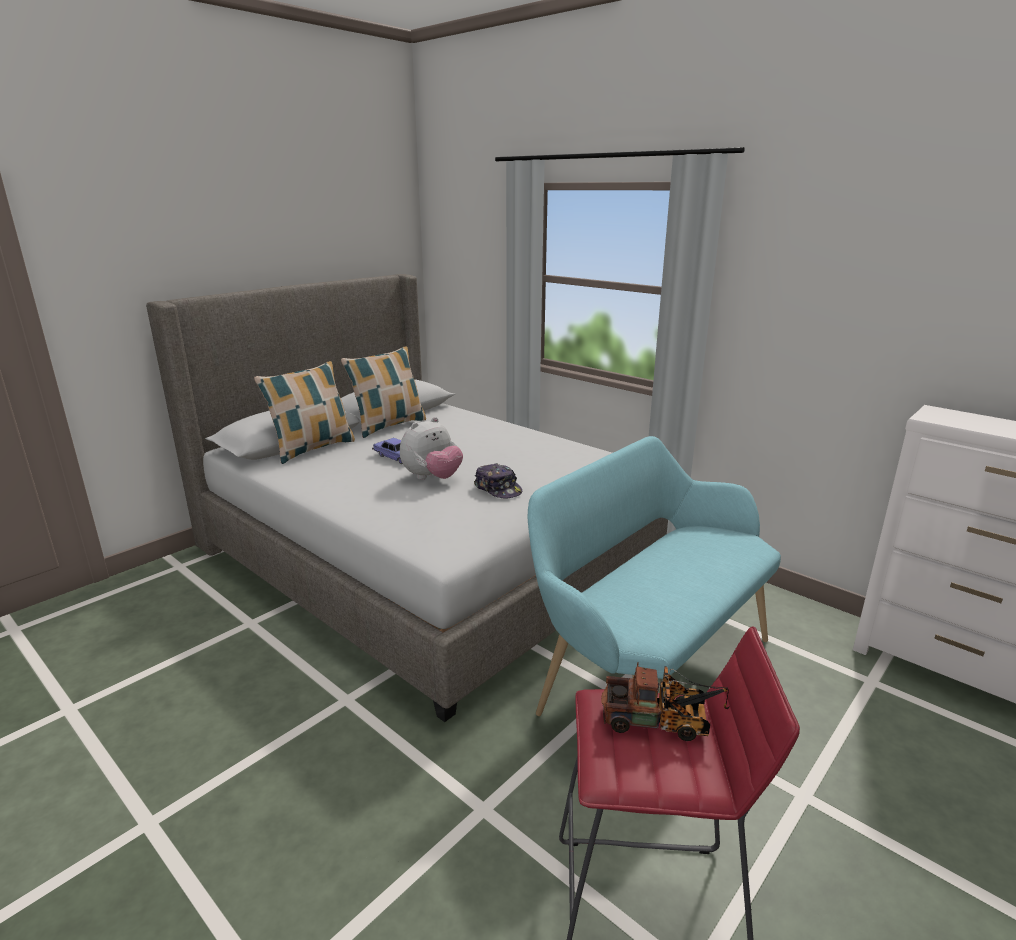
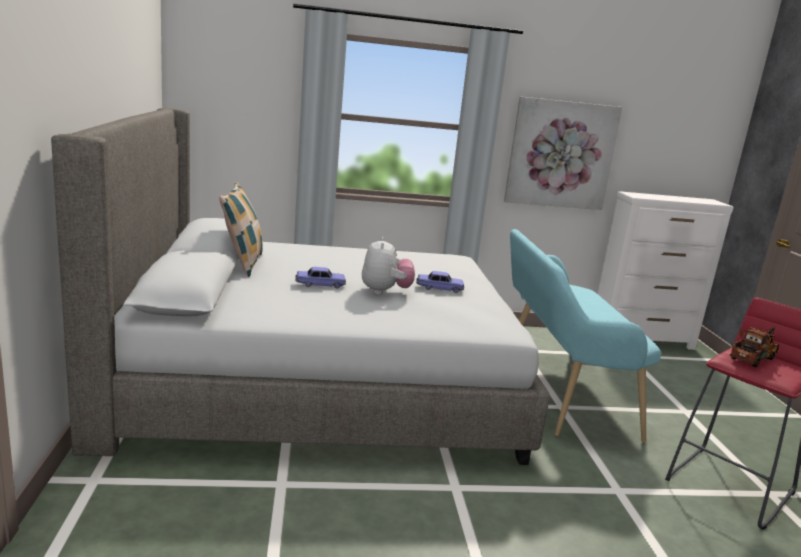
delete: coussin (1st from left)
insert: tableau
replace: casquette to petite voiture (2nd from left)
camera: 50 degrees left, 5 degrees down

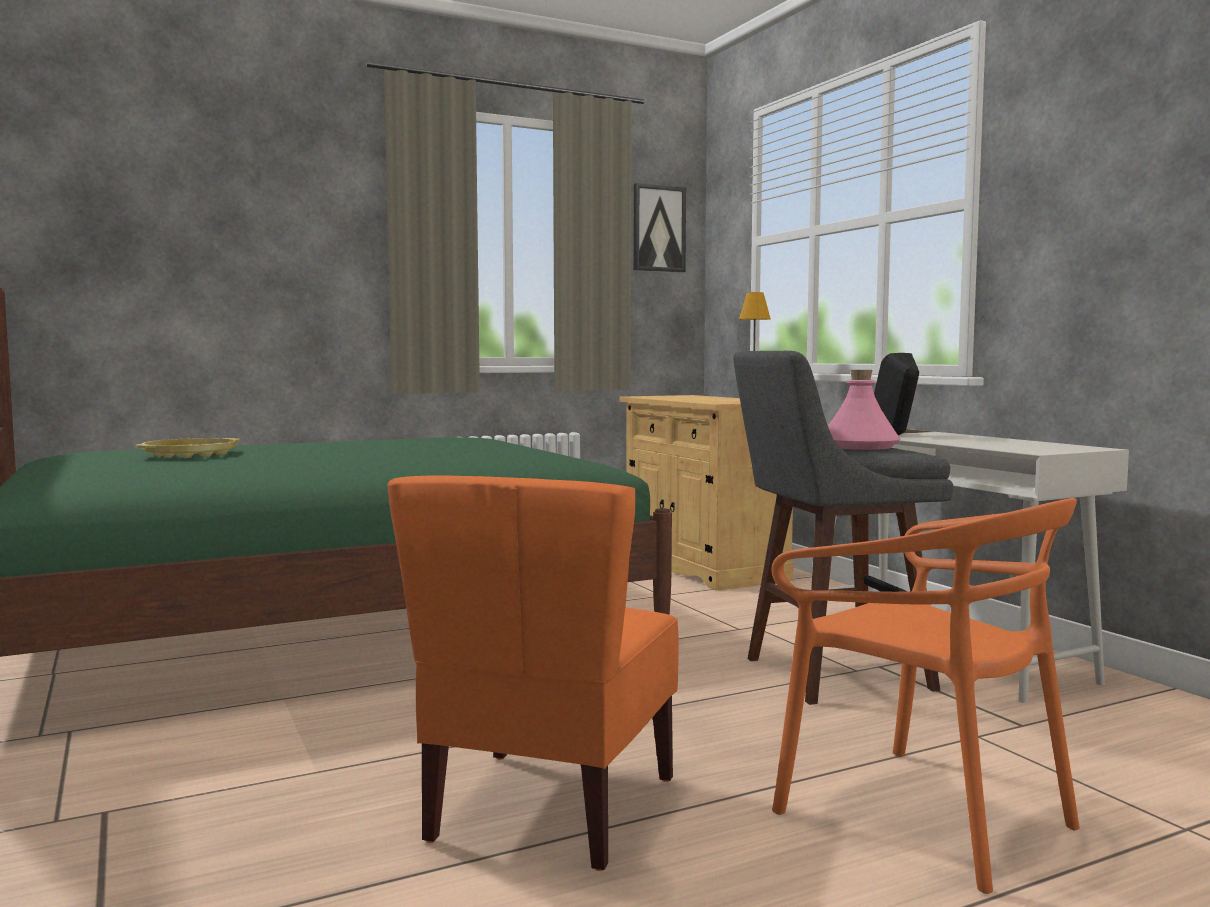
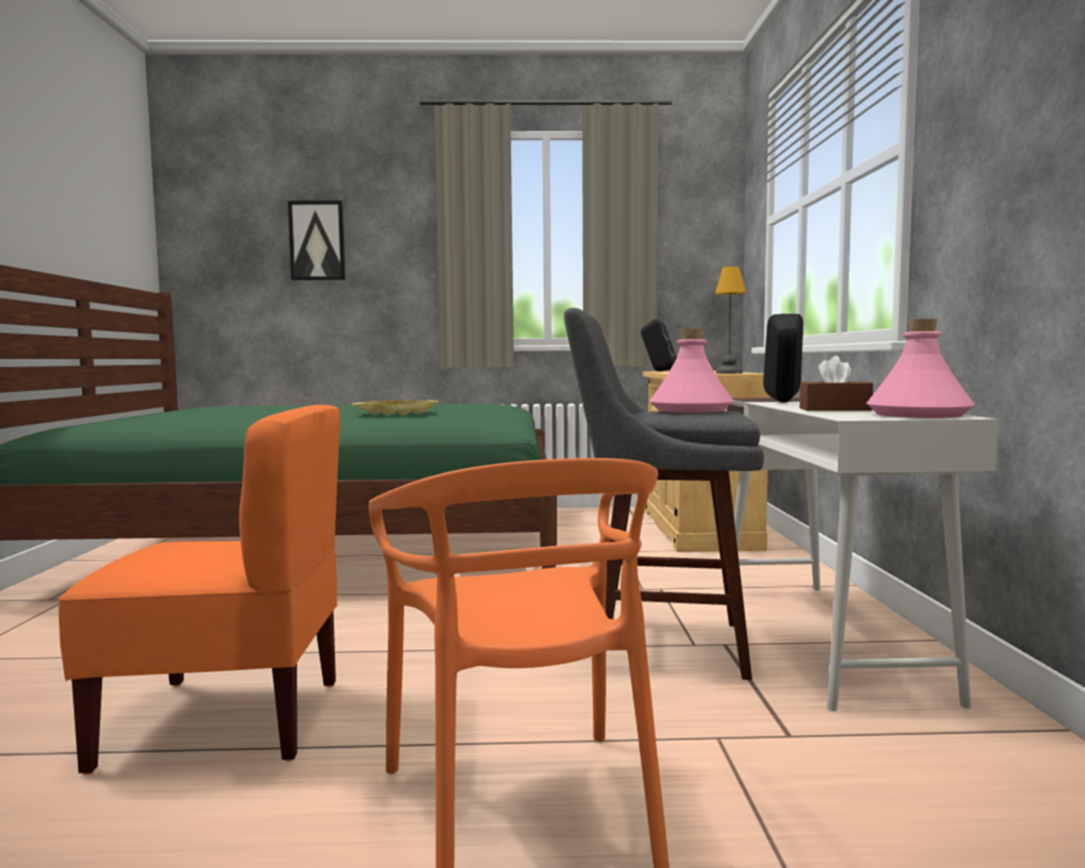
insert: enceinte (noir) (1st from left); boîte à mouchoirs (marron); bouteille (rose) (2nd from left)
move: tableau; plateau (jaune)
rotate: chaise (orange) (1st from left) 135 degrees counterclockwise
camera: 25 degrees right, 0 degrees up

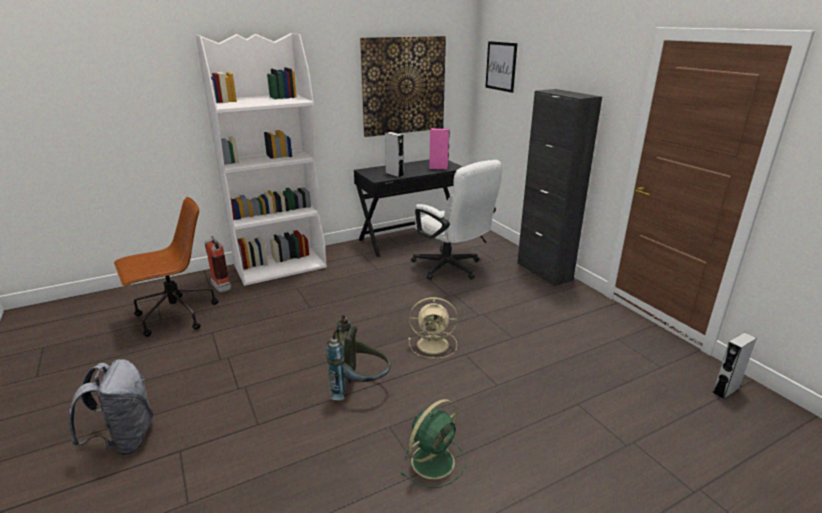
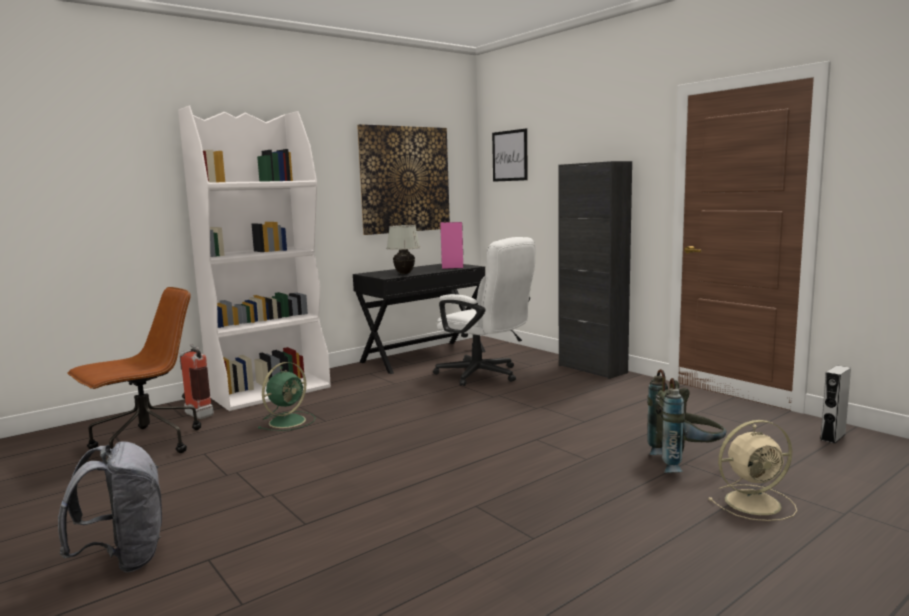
move: ventilateur (vert); sac à dos (gris) (2nd from left); ventilateur (beige)
replace: enceinte (gris) (1st from left) to lampe de table (blanc)
camera: 10 degrees left, 15 degrees down

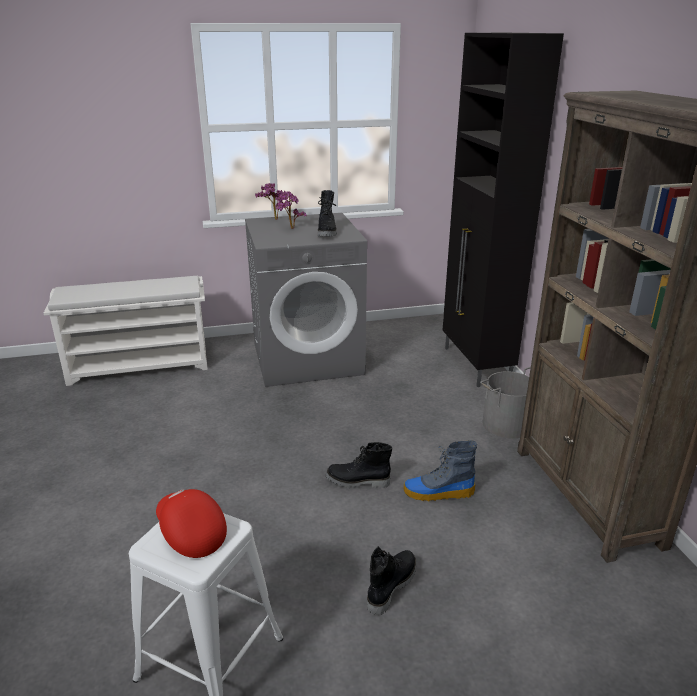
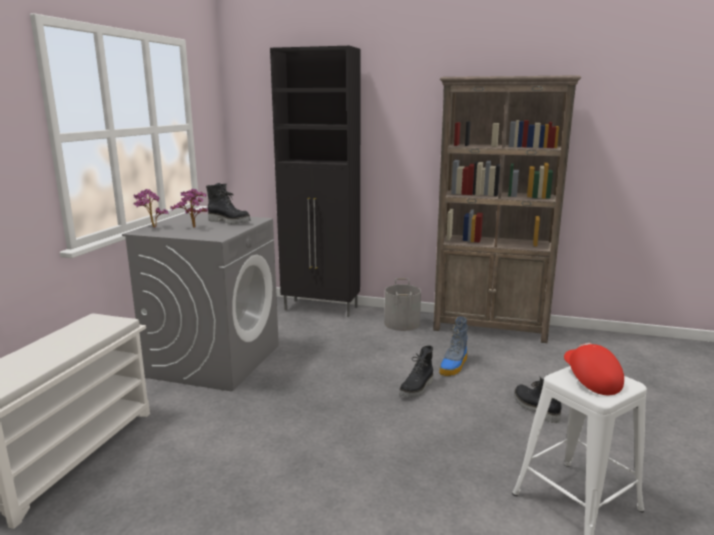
rotate: casquette (rouge) 90 degrees clockwise
camera: 60 degrees left, 10 degrees down

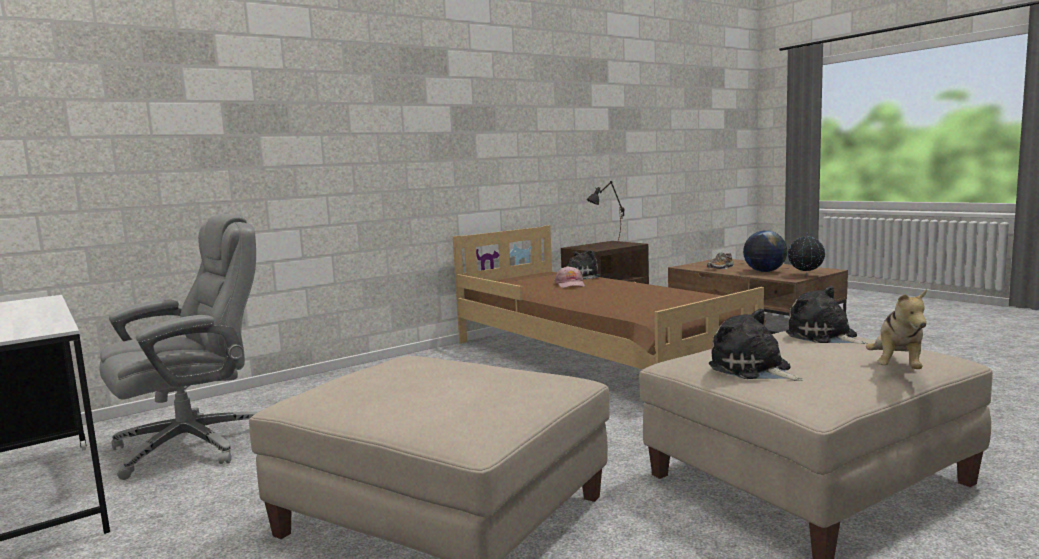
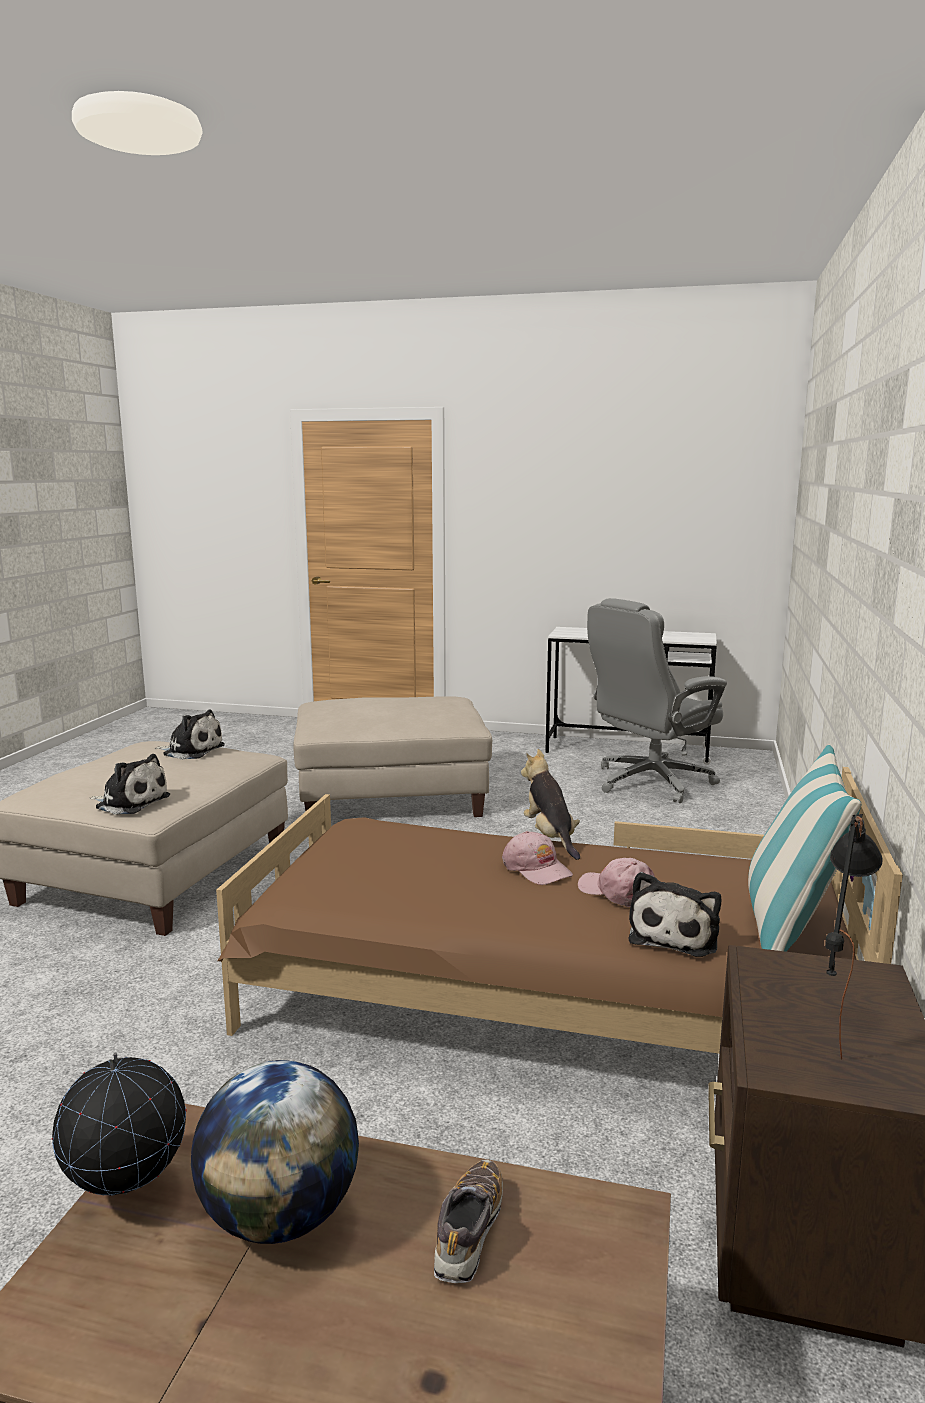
insert: casquette (rose) (1st from left); coussin
move: peluche (4th from left in the first image) to peluche (3rd from left)
rotate: chaise de bureau (gris) 45 degrees clockwise
camera: 140 degrees right, 5 degrees up

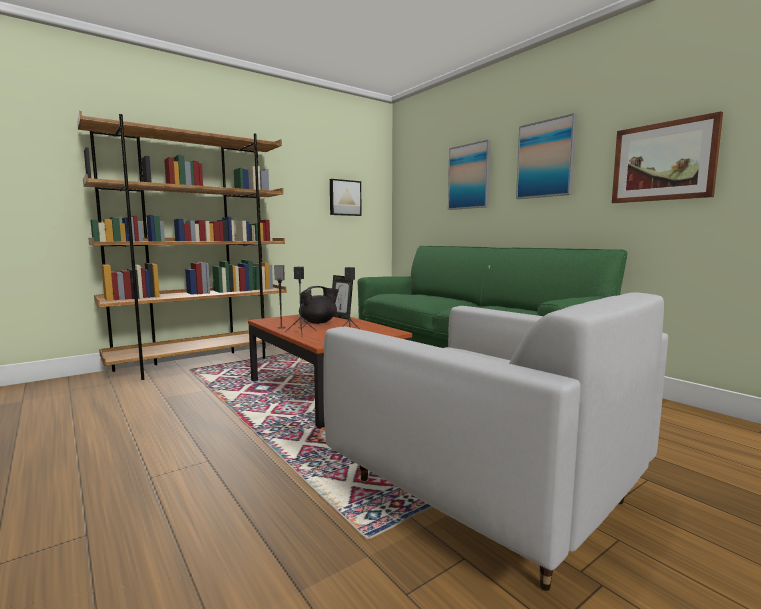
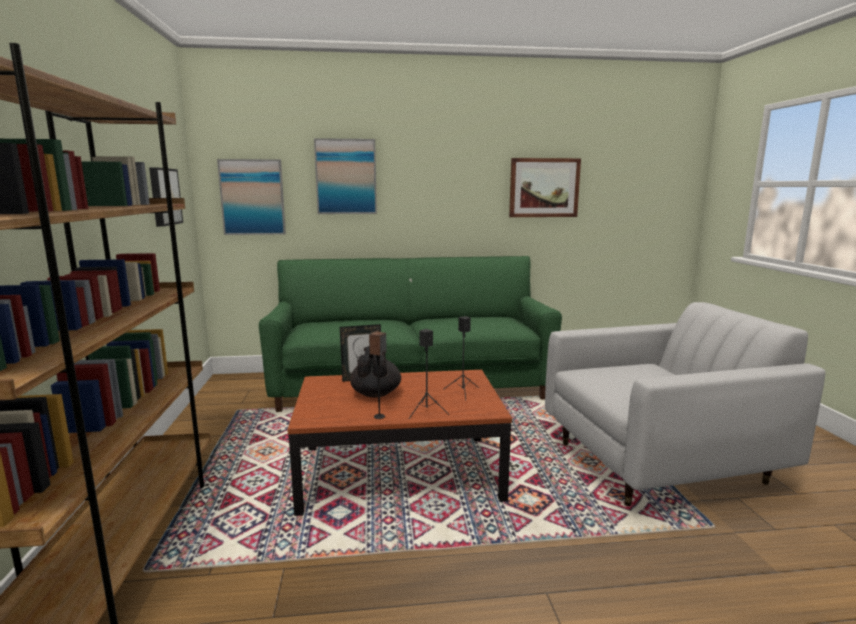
move: tableau (3rd from left in the first image) to tableau (2nd from left)
camera: 60 degrees left, 5 degrees up

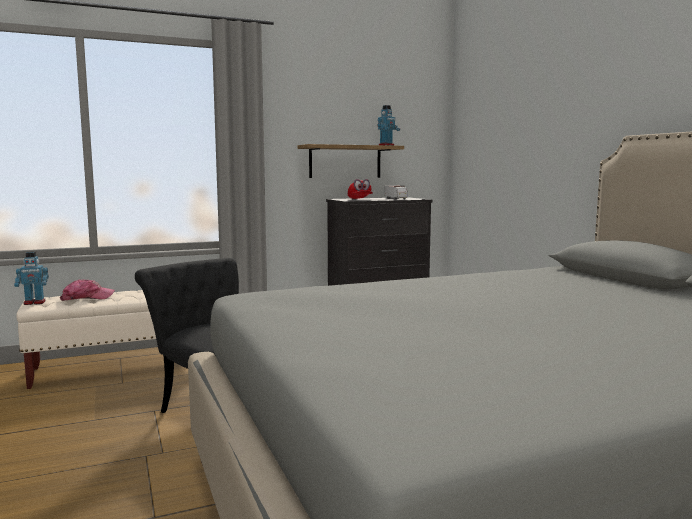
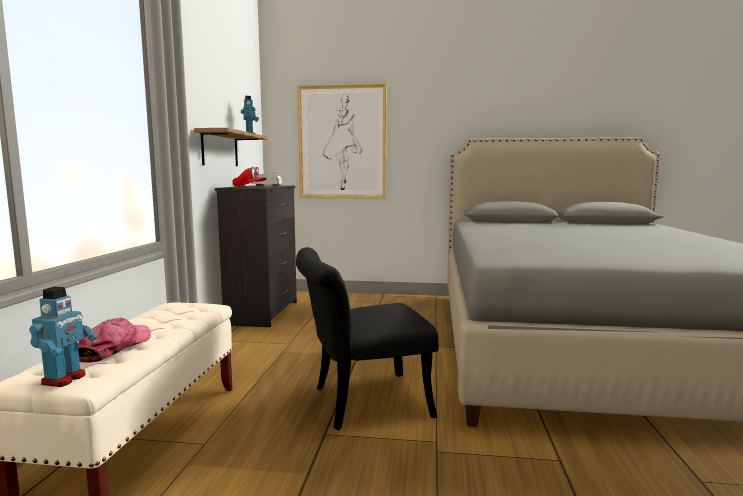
insert: tableau
camera: 60 degrees left, 0 degrees up

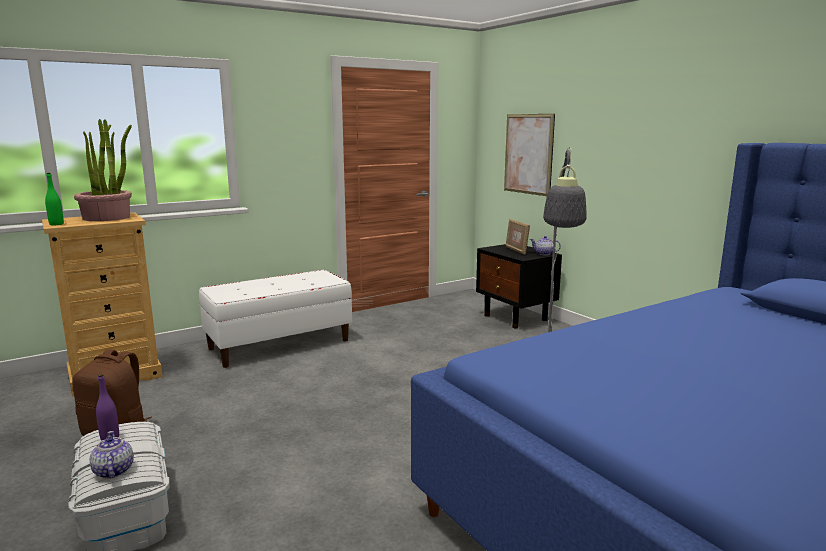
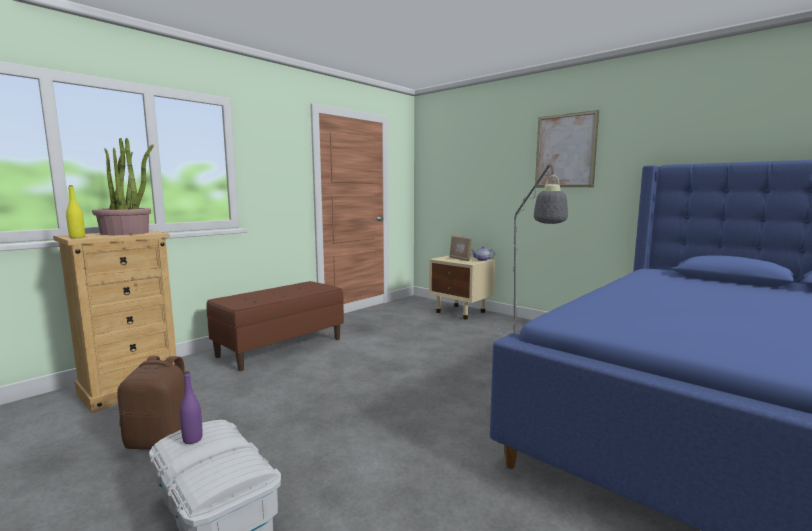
delete: théière (1st from left)
move: tableau
recolor: bouteille (vert) to bouteille (jaune); banc (blanc) to banc (marron); table de chevet (noir) to table de chevet (beige)
camera: 15 degrees left, 5 degrees down

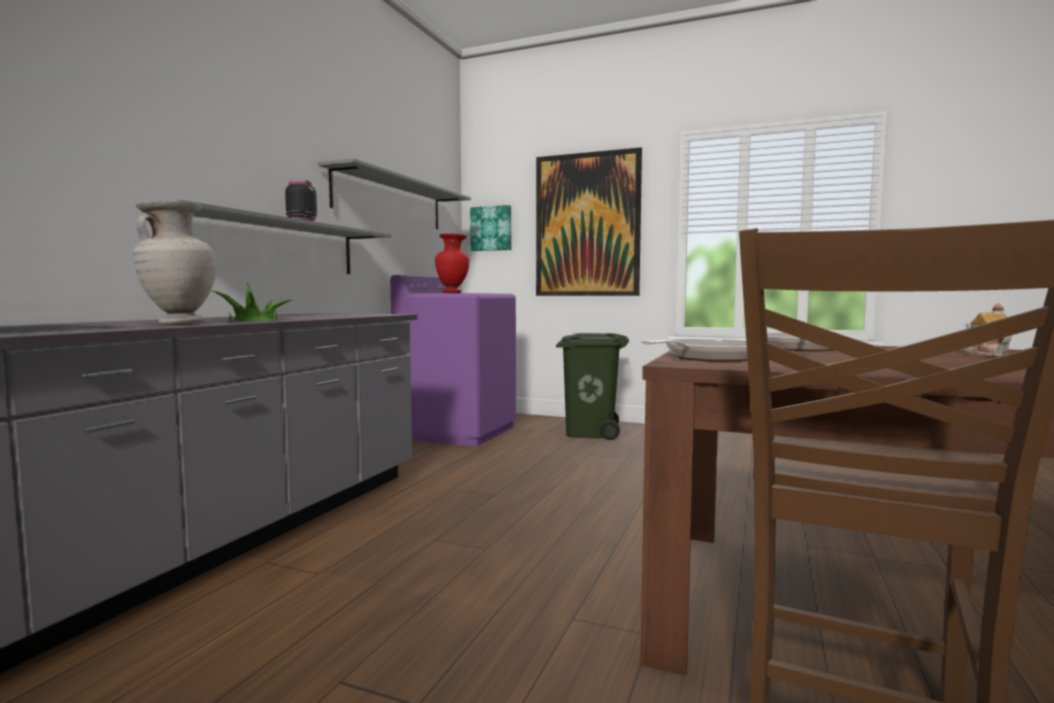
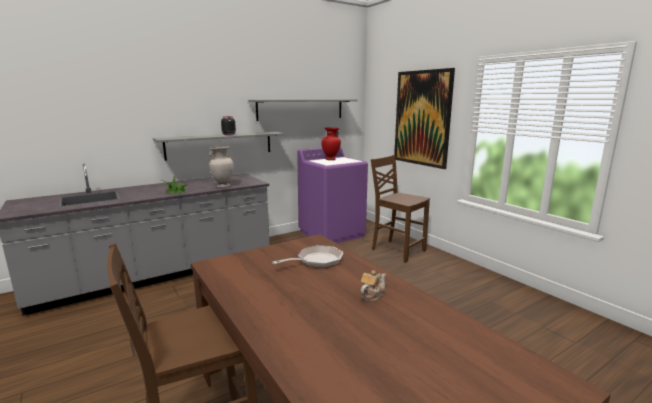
delete: tableau (1st from left); poêle (1st from left)
move: vase (beige)
replace: poubelle (vert) to chaise (marron) (2nd from left)
camera: 35 degrees right, 10 degrees up

